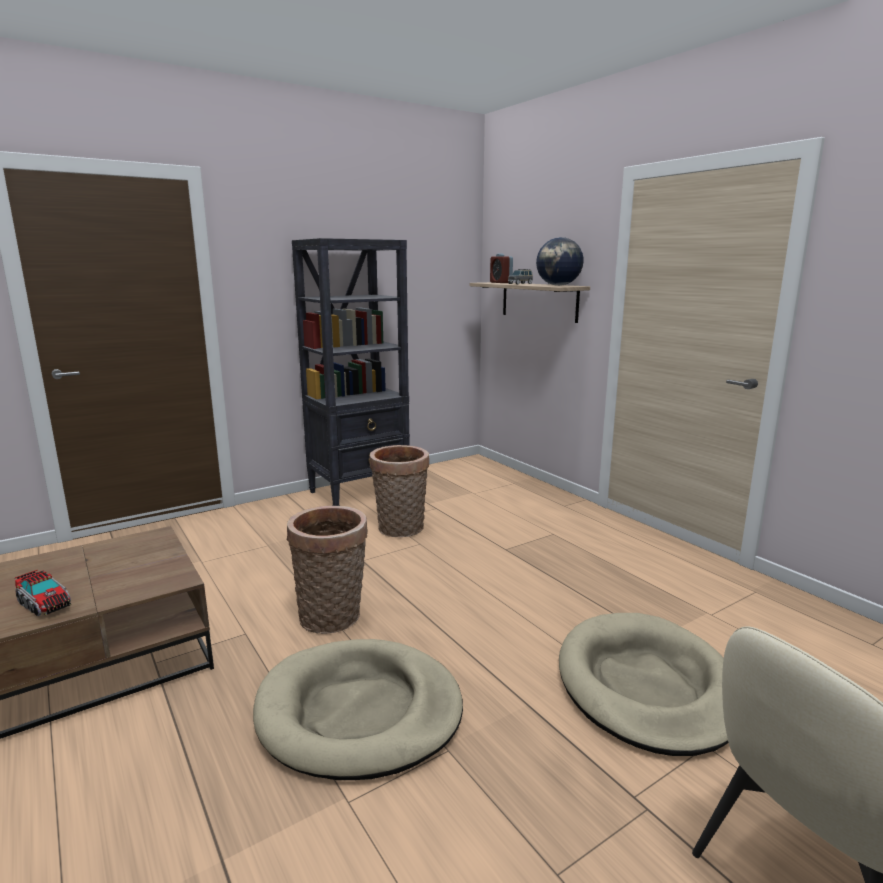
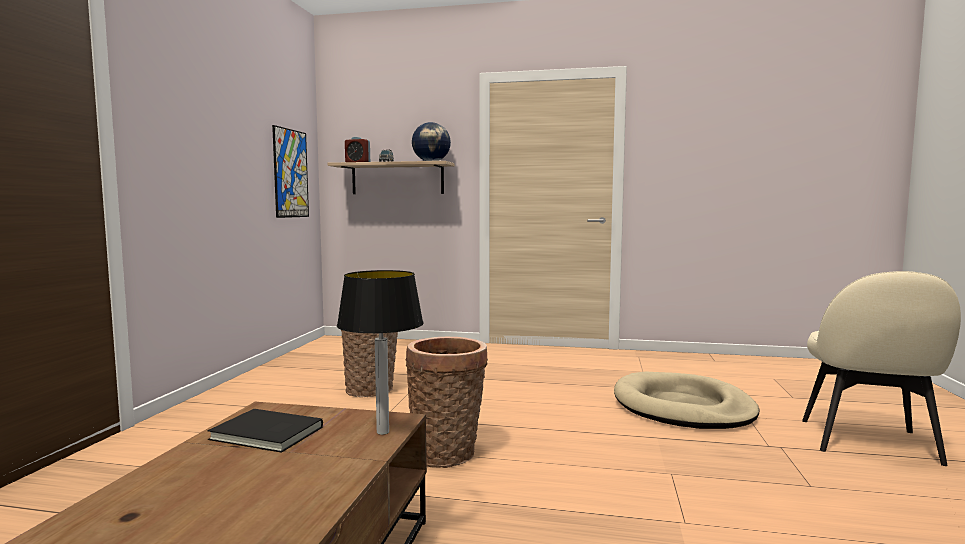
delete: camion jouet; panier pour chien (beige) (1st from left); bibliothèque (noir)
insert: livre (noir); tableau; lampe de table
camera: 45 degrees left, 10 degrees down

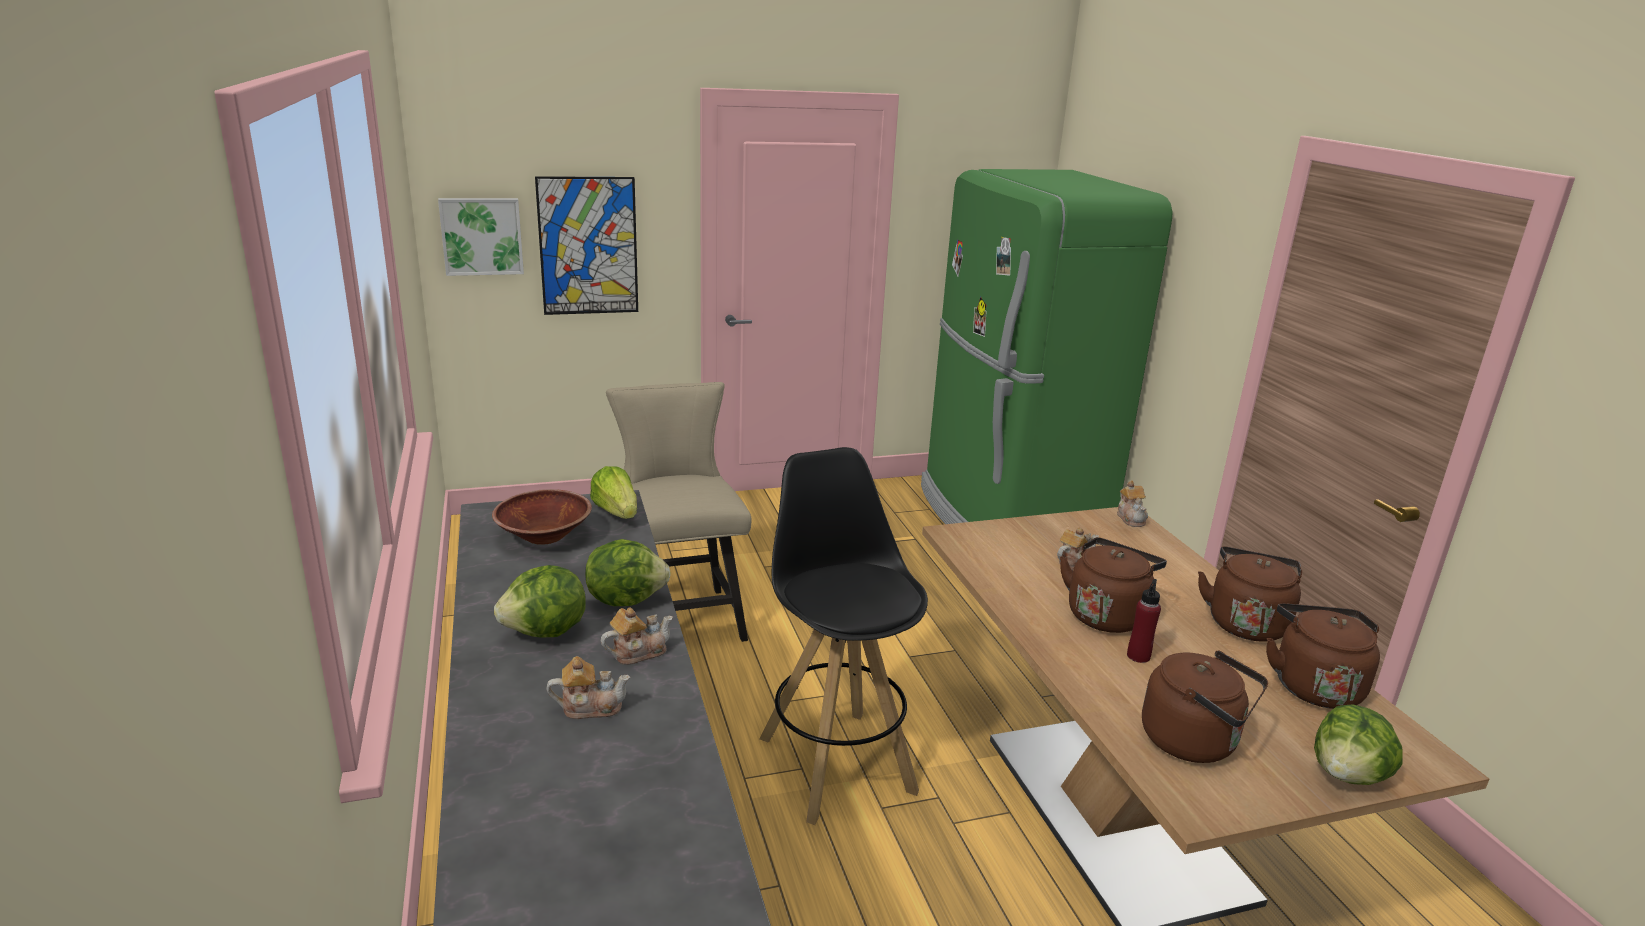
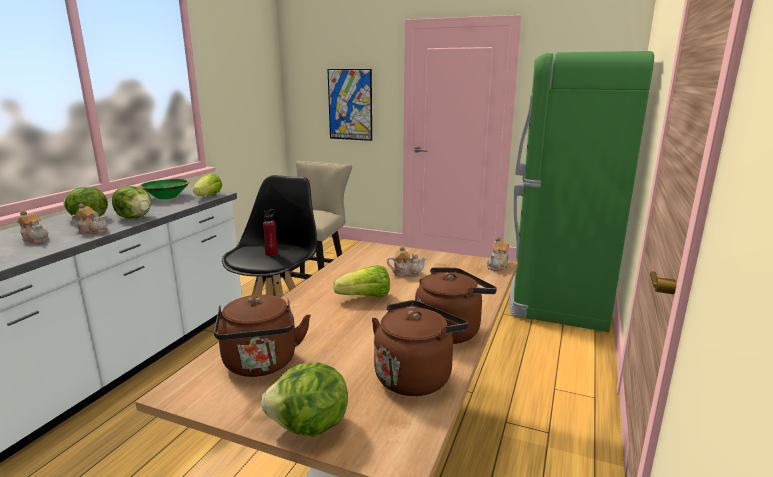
delete: tableau (1st from left)
move: bouteille (rouge)
replace: bouilloire (marron) (1st from left) to laitue (5th from left)
recolor: bol (marron) to bol (vert)
camera: 40 degrees right, 5 degrees down

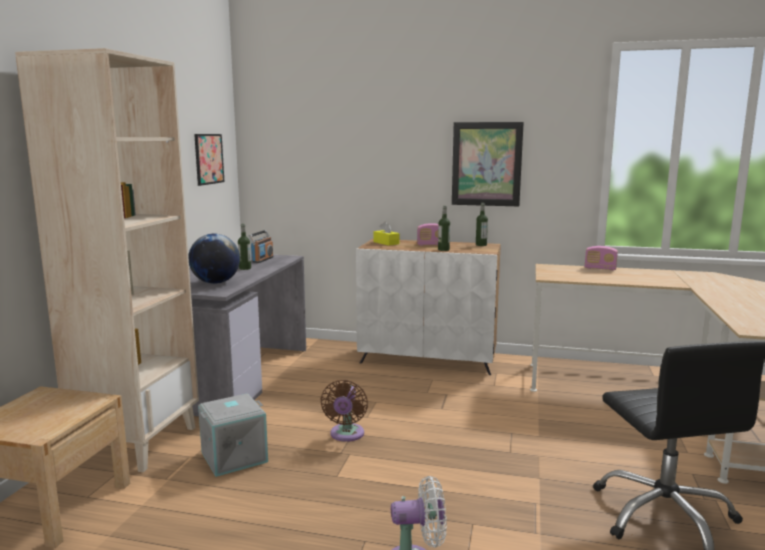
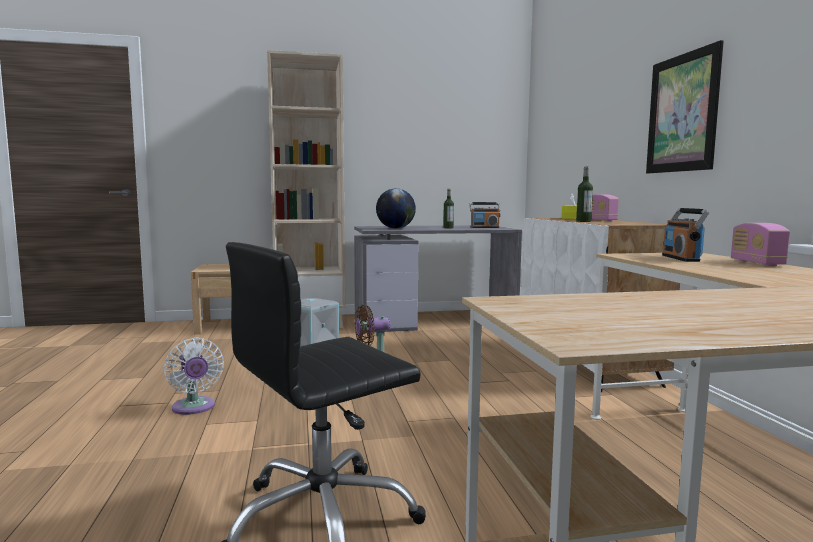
delete: tableau (1st from left); bouteille (3rd from left)
insert: radio (3rd from left)
camera: 65 degrees right, 5 degrees down

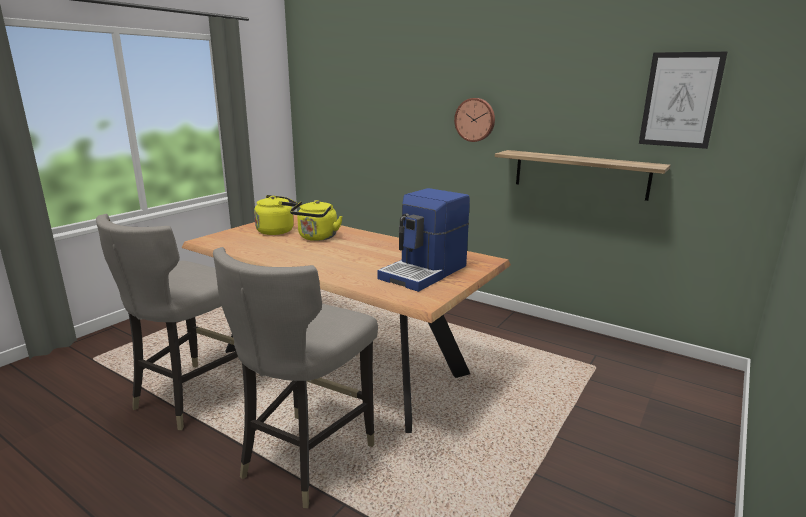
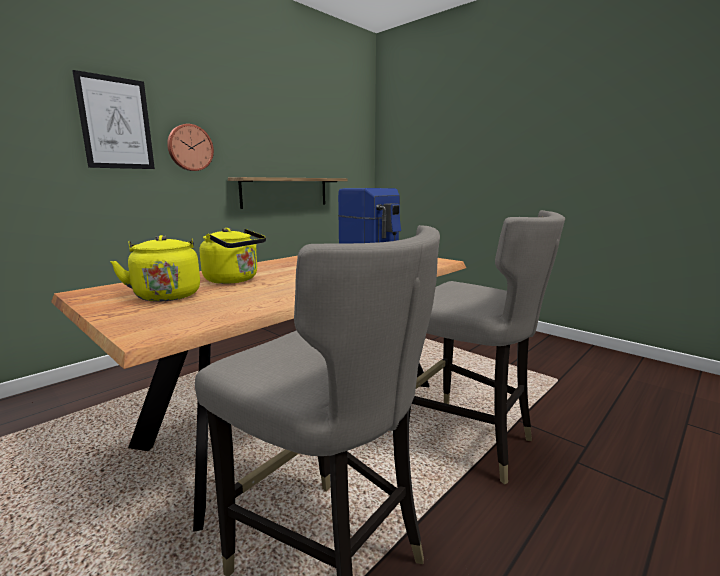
move: tableau
camera: 80 degrees left, 5 degrees down

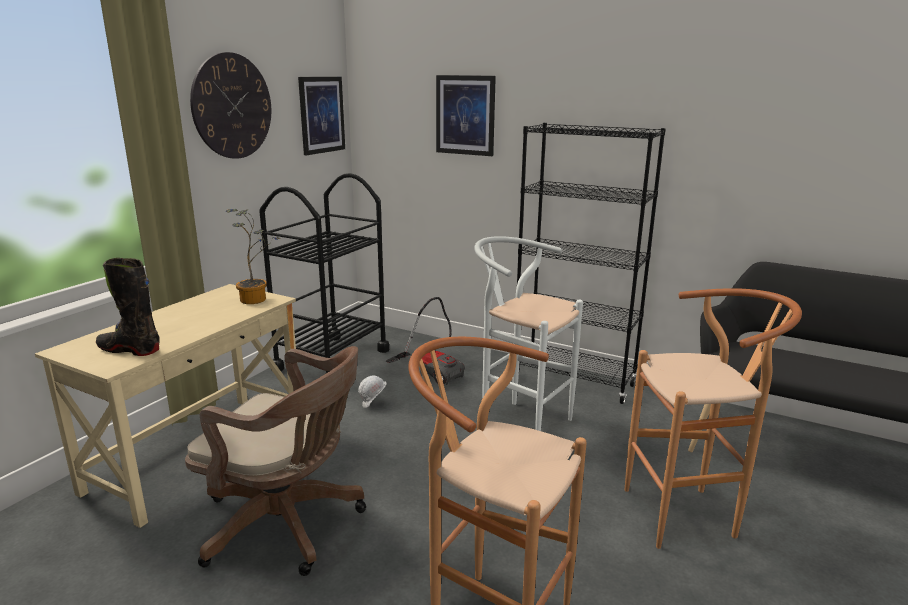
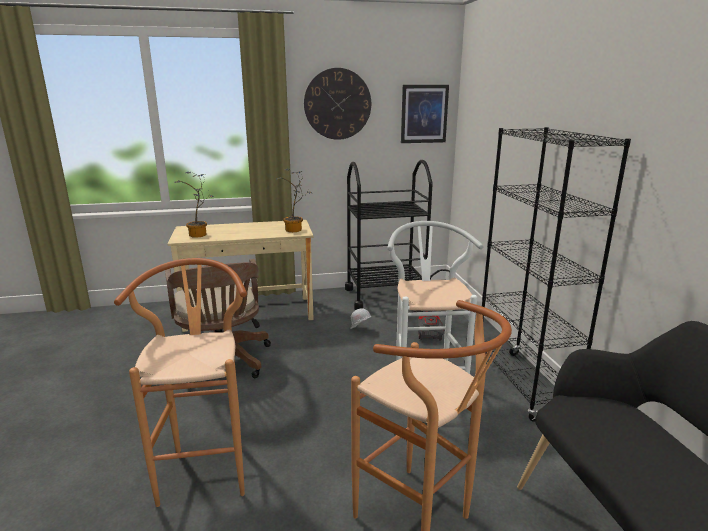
delete: tableau (2nd from left)
replace: botte (noir) to plante en pot (1st from left)
camera: 50 degrees right, 0 degrees up

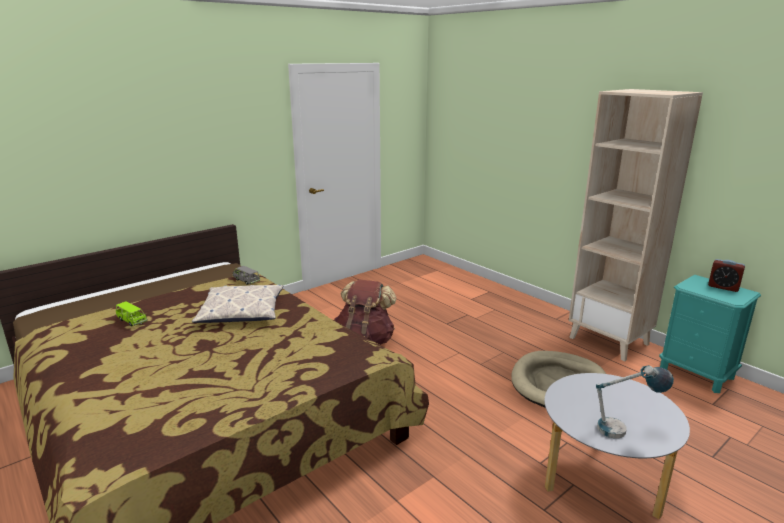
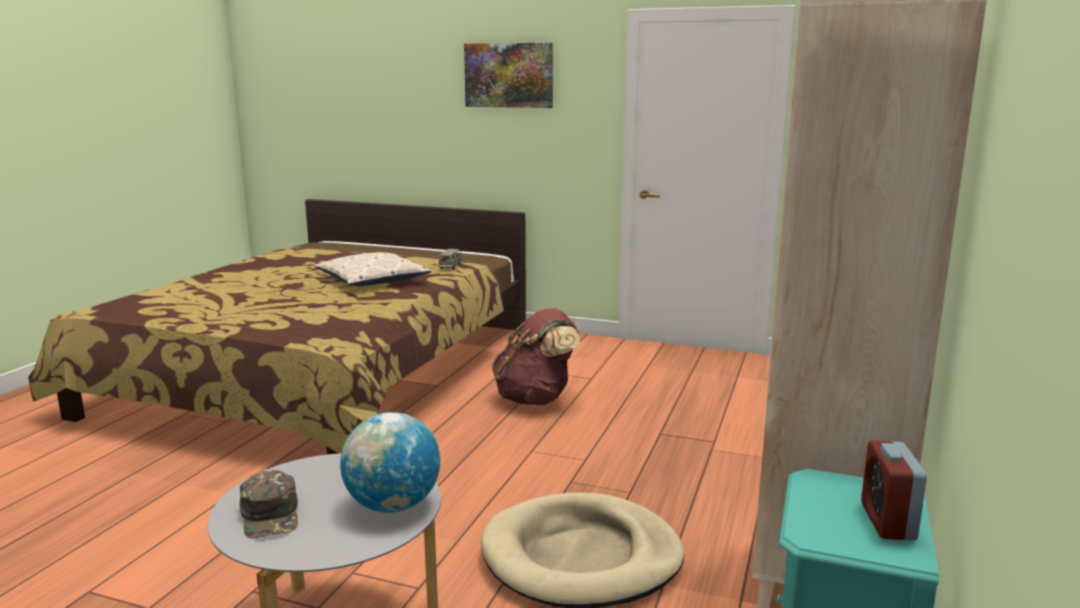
delete: petite voiture (vert)
insert: globe; tableau
replace: lampe de table to casquette (vert)
camera: 60 degrees right, 5 degrees down

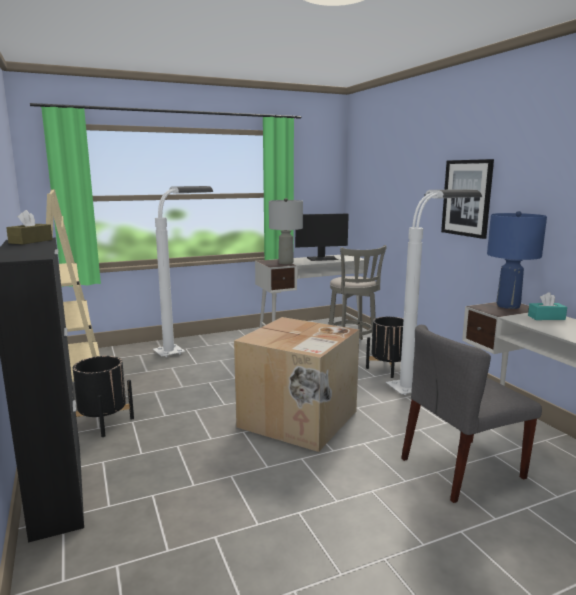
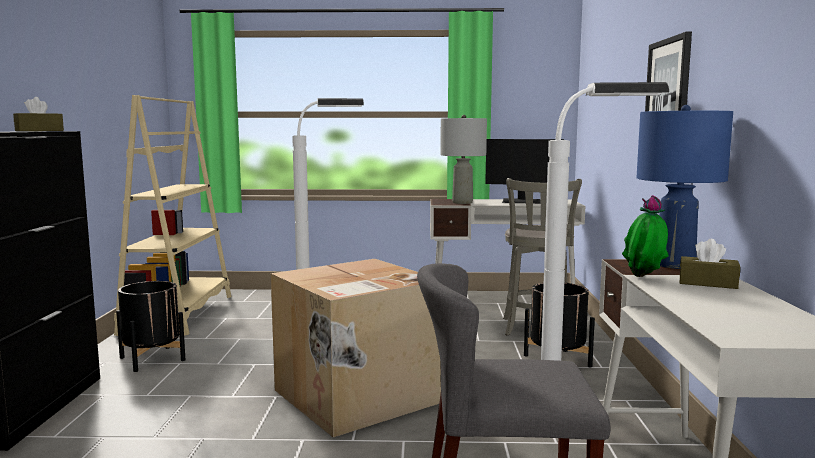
insert: plante en pot
recolor: boîte à mouchoirs (turquoise) to boîte à mouchoirs (marron) (2nd from left)
camera: 25 degrees right, 5 degrees down

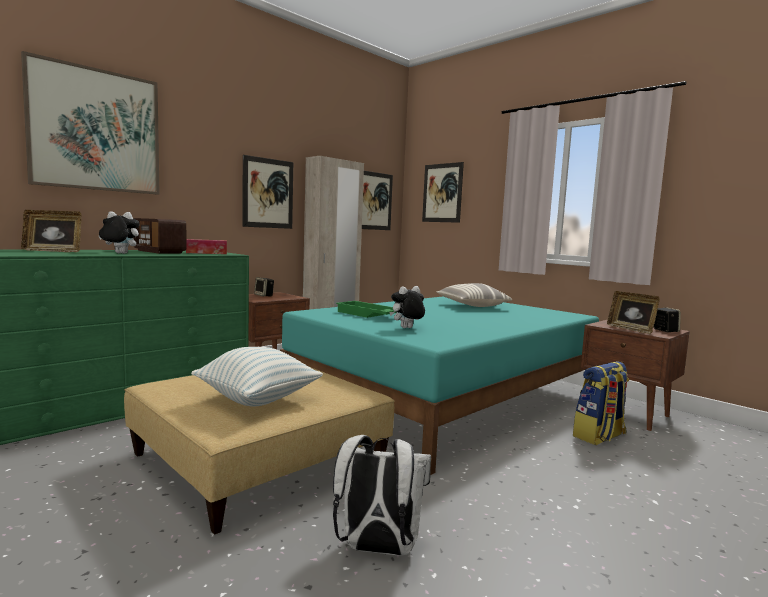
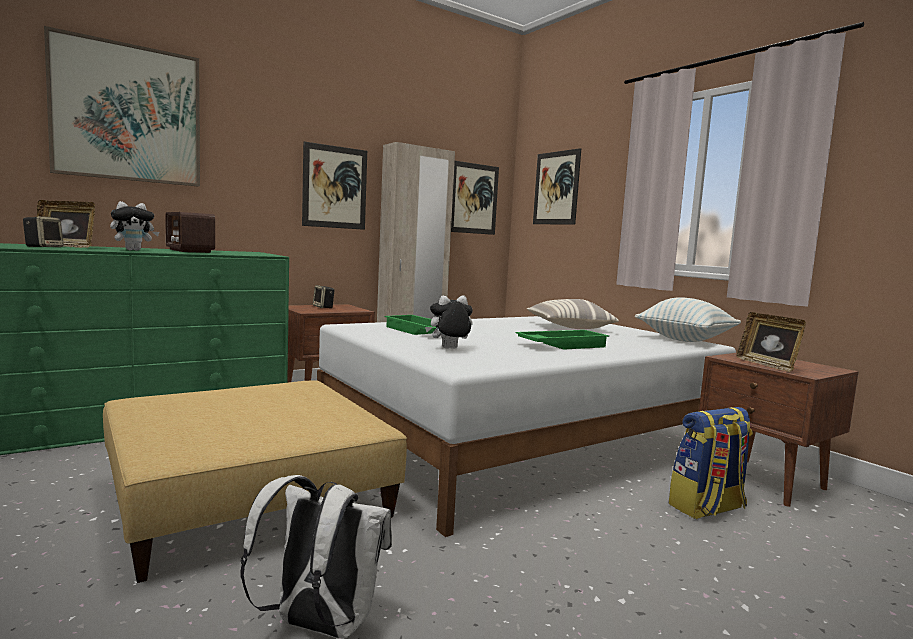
delete: boîte à mouchoirs
insert: plateau (vert) (2nd from left)
move: enceinte (2nd from left in the first image) to enceinte (1st from left); coussin (1st from left in the first image) to coussin (2nd from left)
recolor: lit (turquoise) to lit (blanc)
rotate: peluche (1st from left) 135 degrees clockwise
camera: 10 degrees right, 0 degrees up

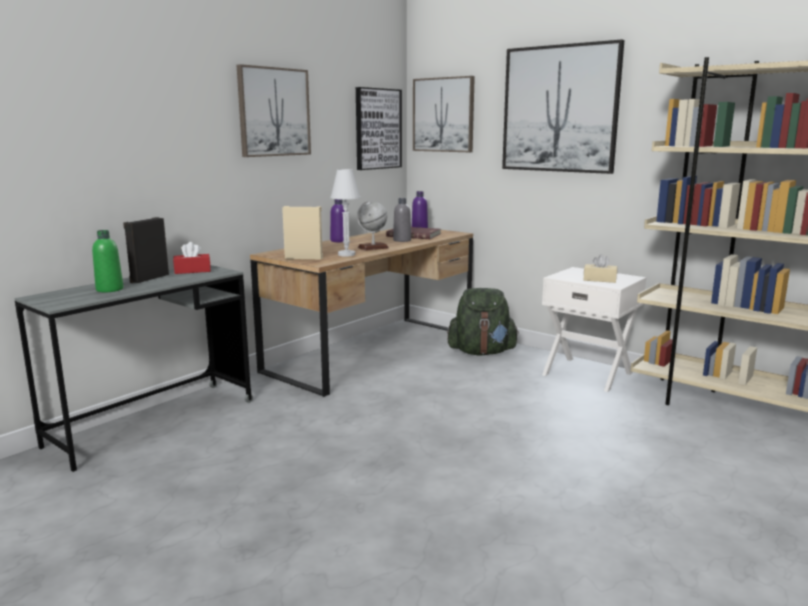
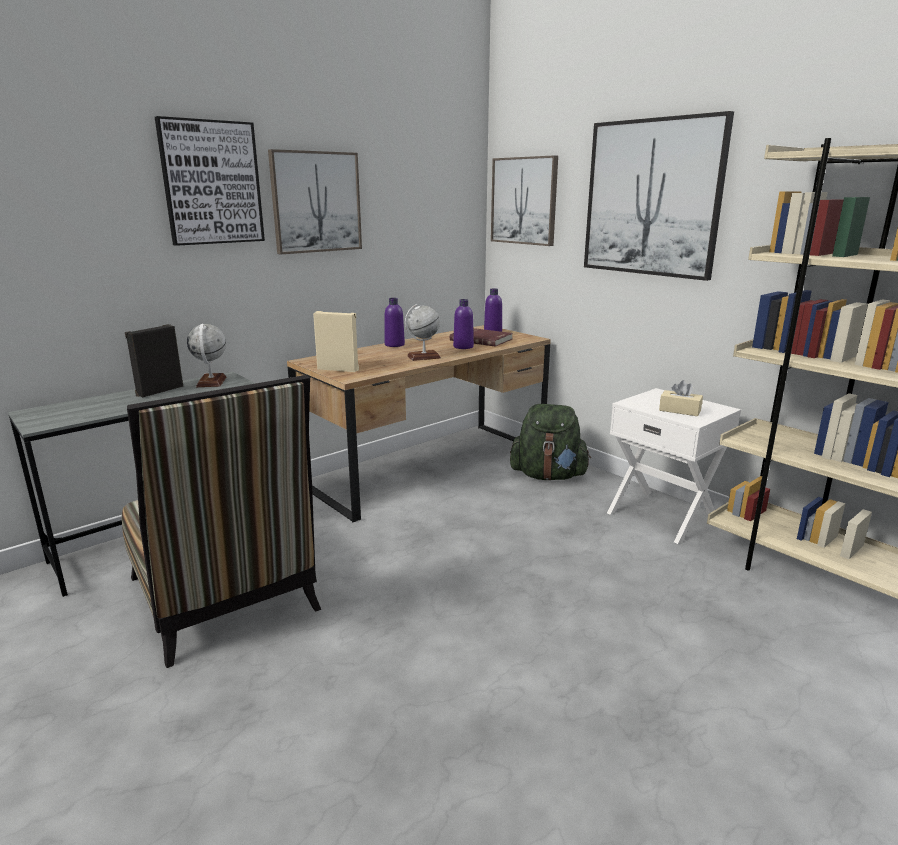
delete: bouteille (vert); lampe de table (blanc)
insert: chaise
move: tableau (2nd from left in the first image) to tableau (1st from left)
replace: boîte à mouchoirs (rouge) to globe (1st from left)
recolor: bouteille (gris) to bouteille (violet) (2nd from left)
camera: 10 degrees right, 5 degrees up

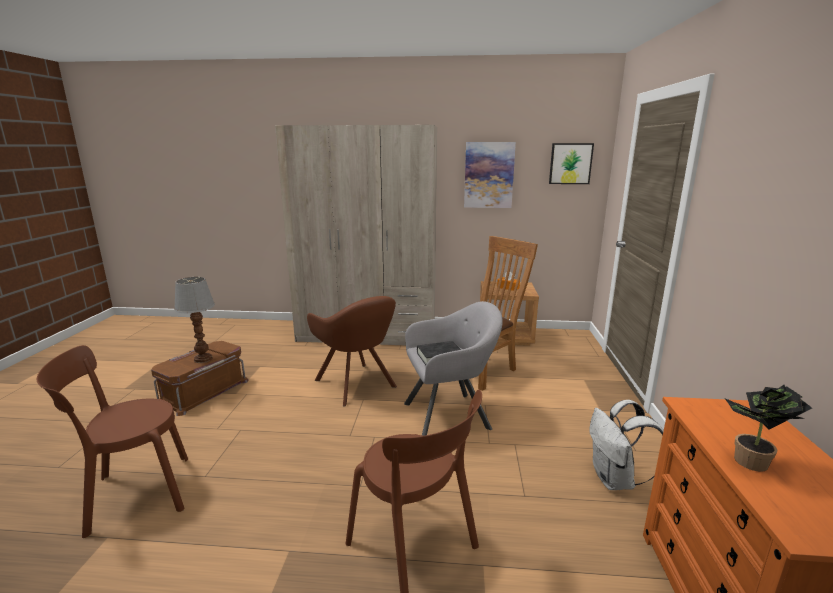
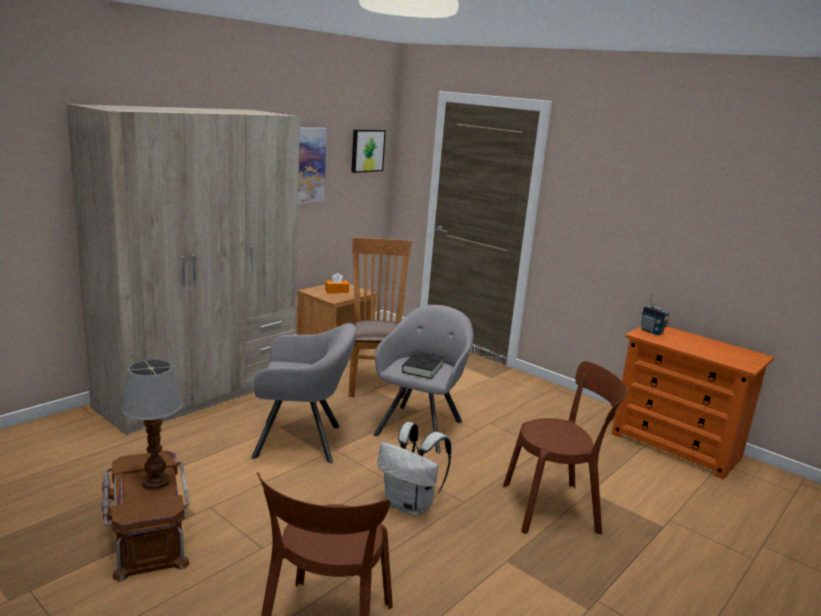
delete: plante en pot
insert: radio
move: sac à dos (blanc)
recolor: fauteuil (marron) to fauteuil (gris) (1st from left)
camera: 55 degrees left, 0 degrees up

